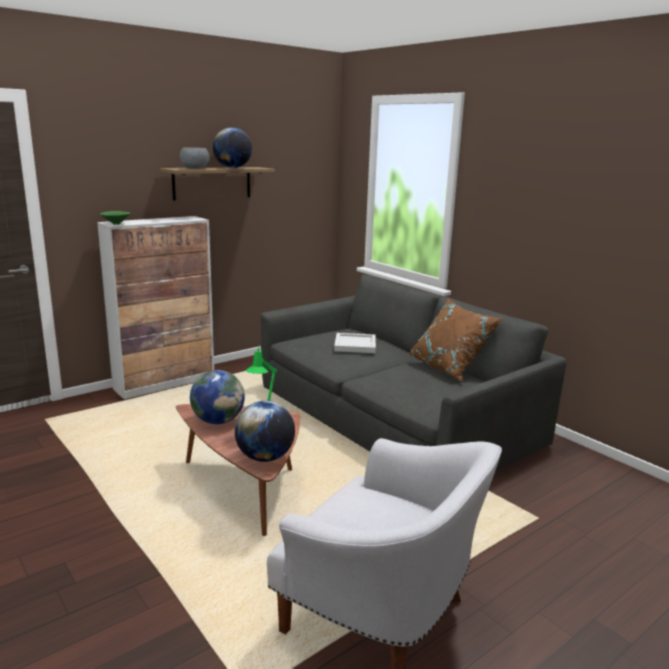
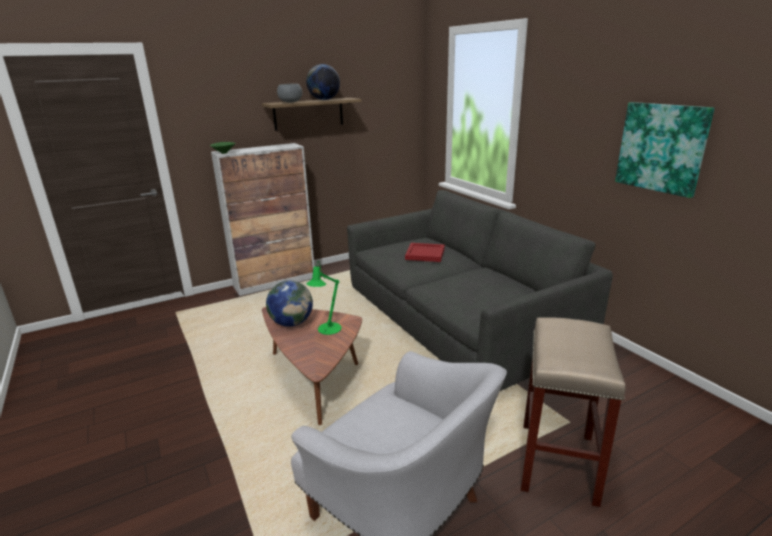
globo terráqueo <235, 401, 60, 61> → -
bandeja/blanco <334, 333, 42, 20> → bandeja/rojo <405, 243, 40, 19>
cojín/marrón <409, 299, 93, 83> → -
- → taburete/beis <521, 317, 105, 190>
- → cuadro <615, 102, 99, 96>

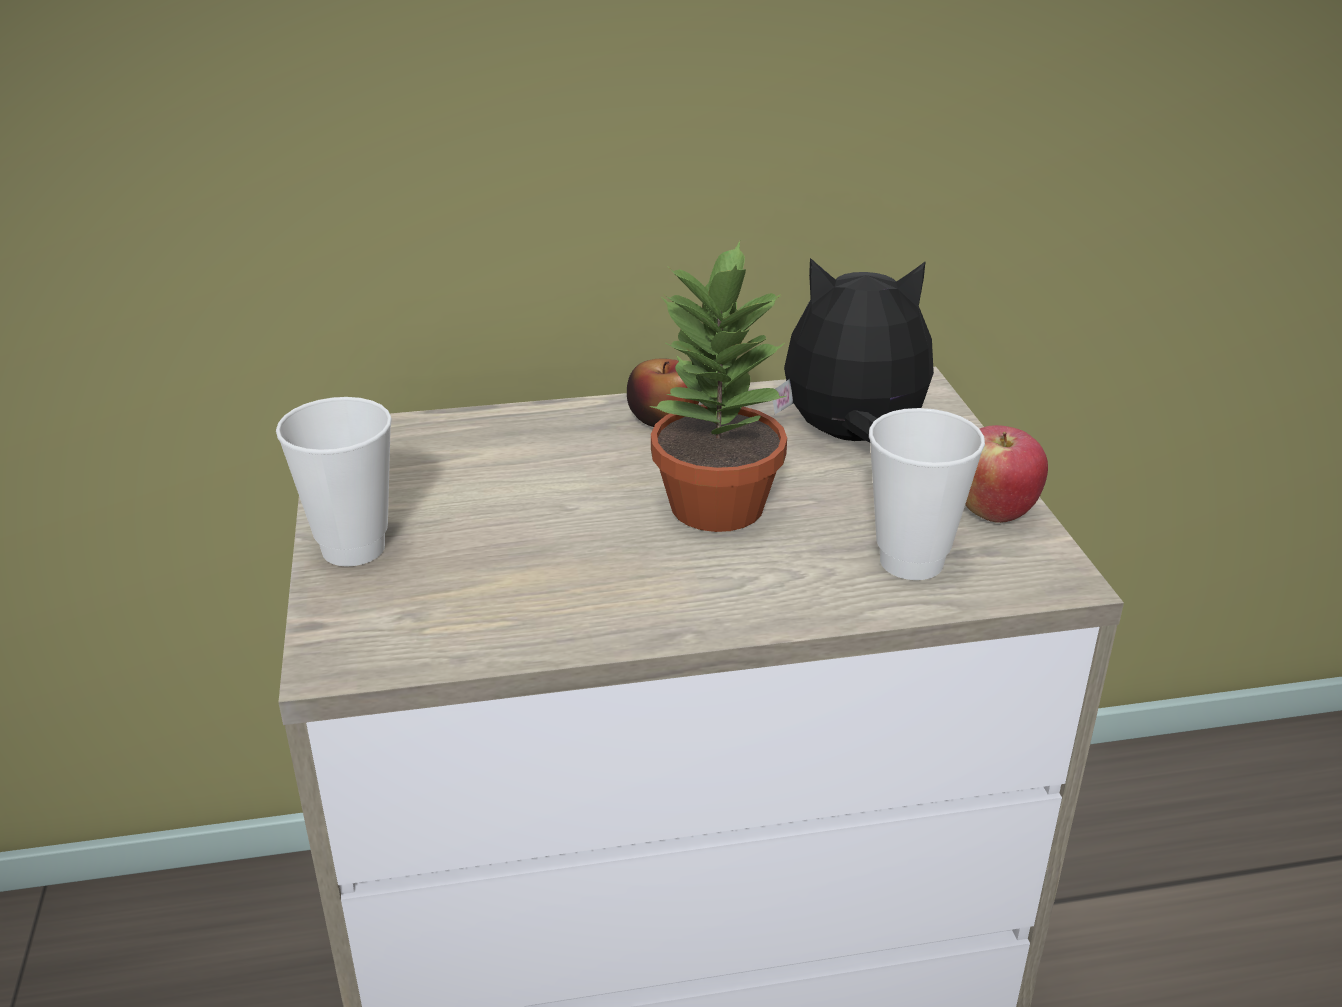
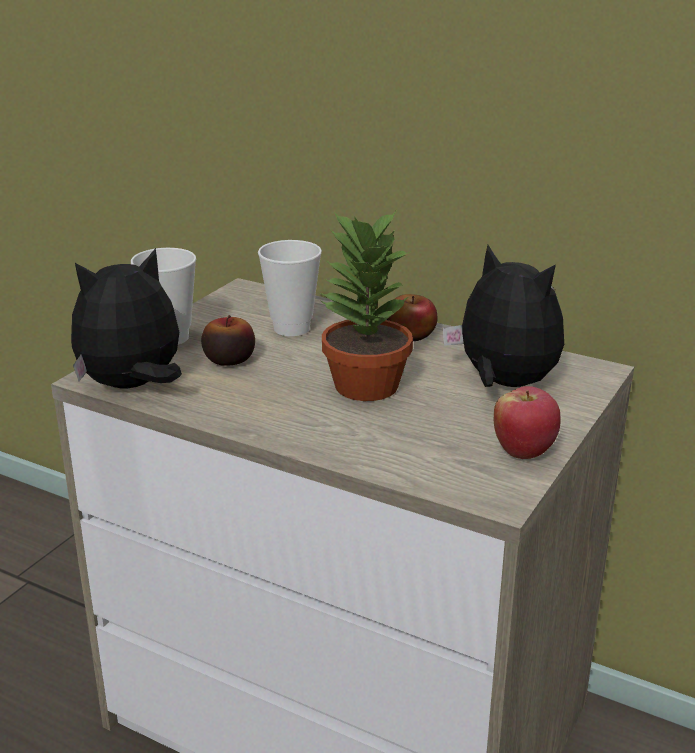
taza <869, 408, 116, 172> → taza <258, 240, 64, 96>, shifted
- → peluche <71, 248, 111, 140>
- → manzana <201, 315, 54, 51>

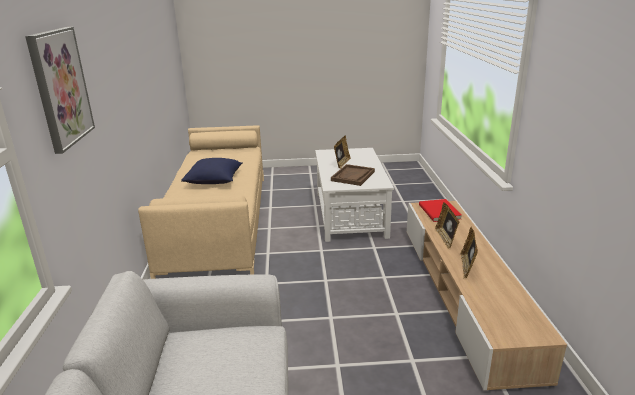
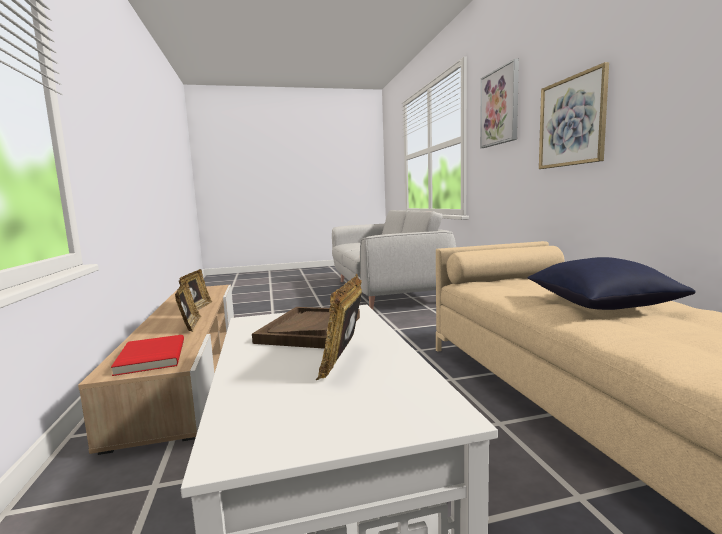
- → cuadro <539, 62, 70, 107>

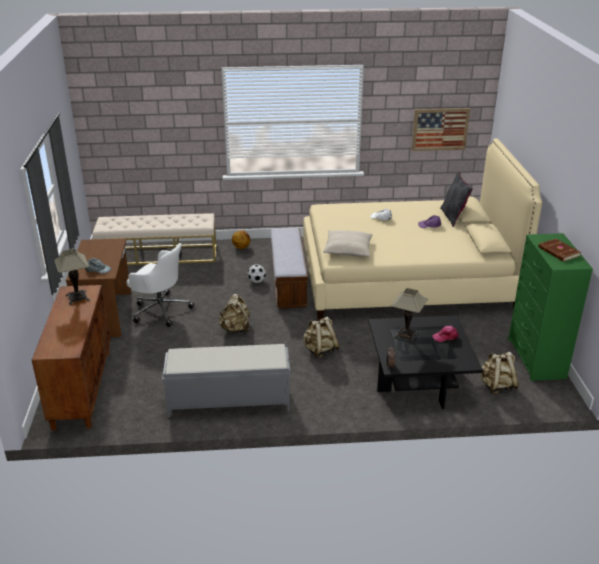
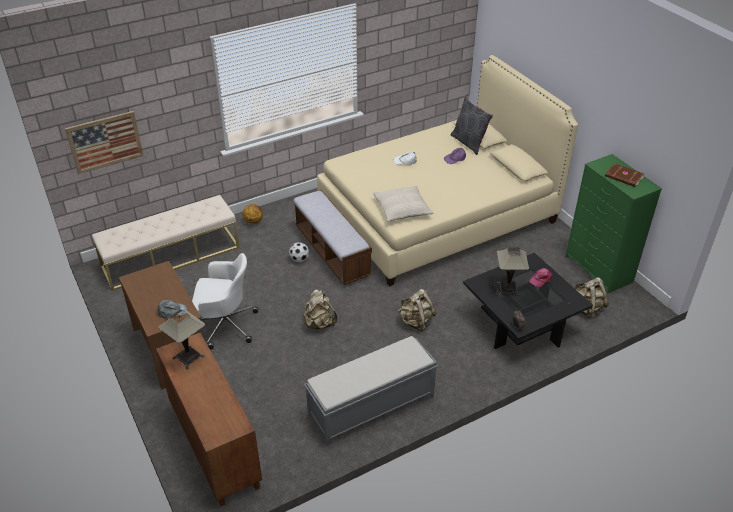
cuadro <412, 108, 58, 43> → cuadro <65, 111, 79, 63>, shifted

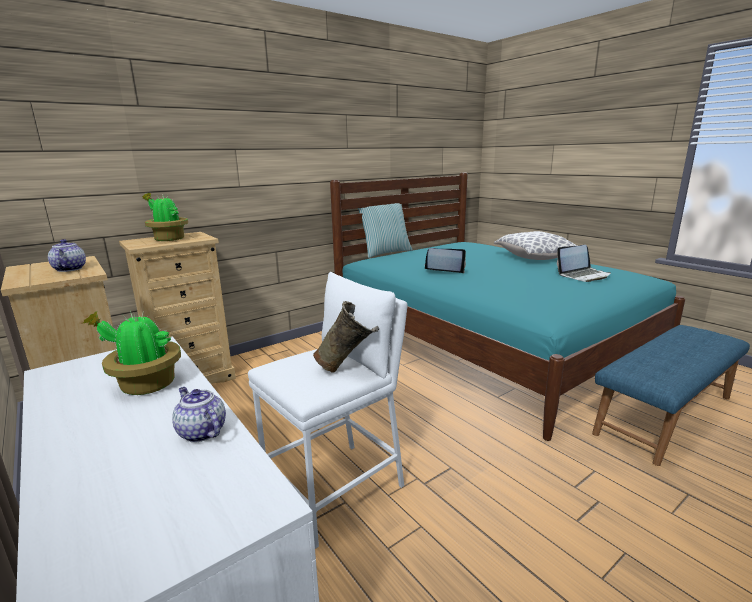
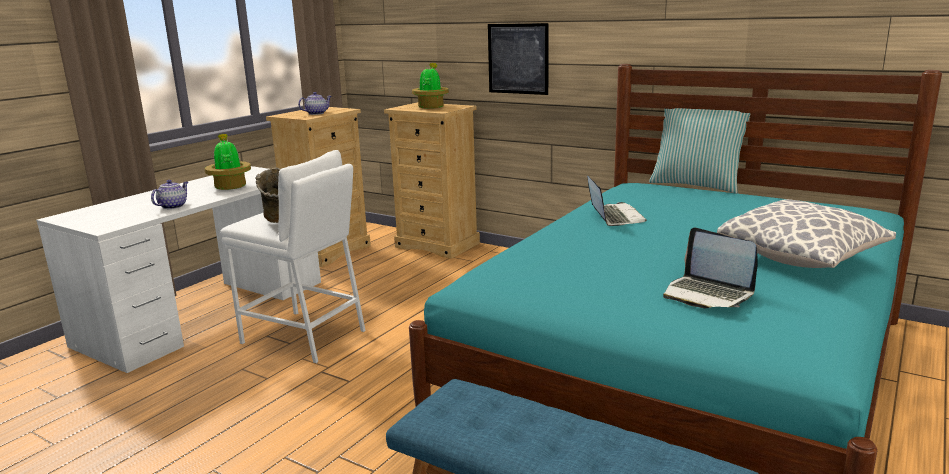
- → cuadro <488, 23, 61, 72>

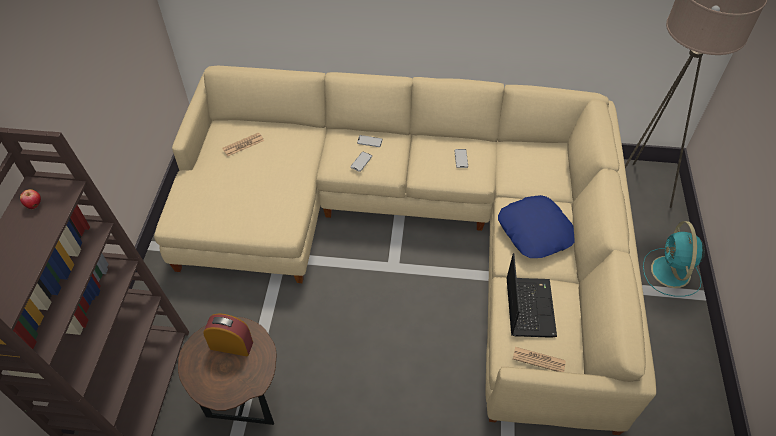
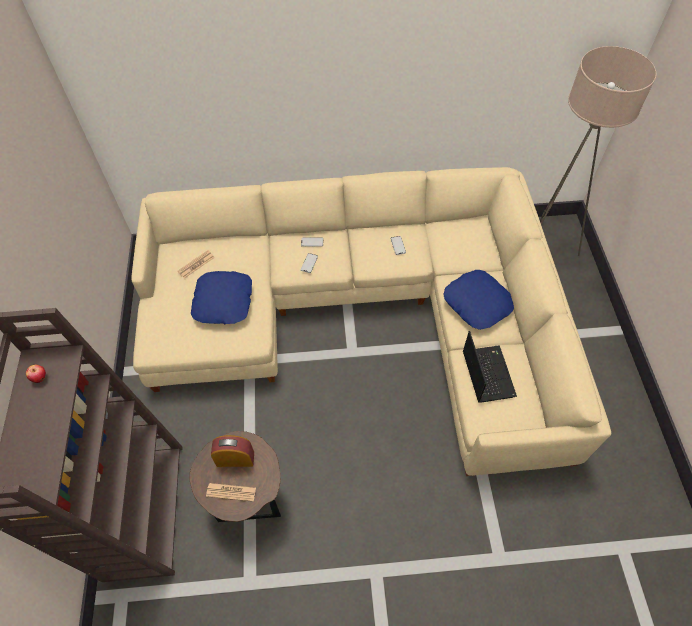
periódico <513, 347, 53, 25> → periódico <206, 483, 50, 19>, shifted
ventilador/turquesa <643, 221, 62, 76> → -
- → cojín/azul <191, 271, 61, 53>

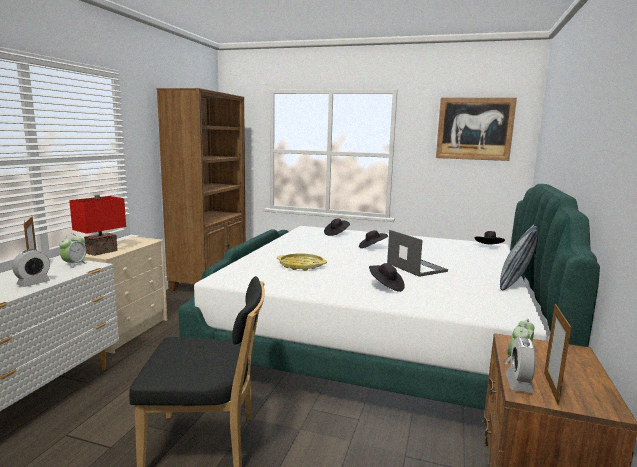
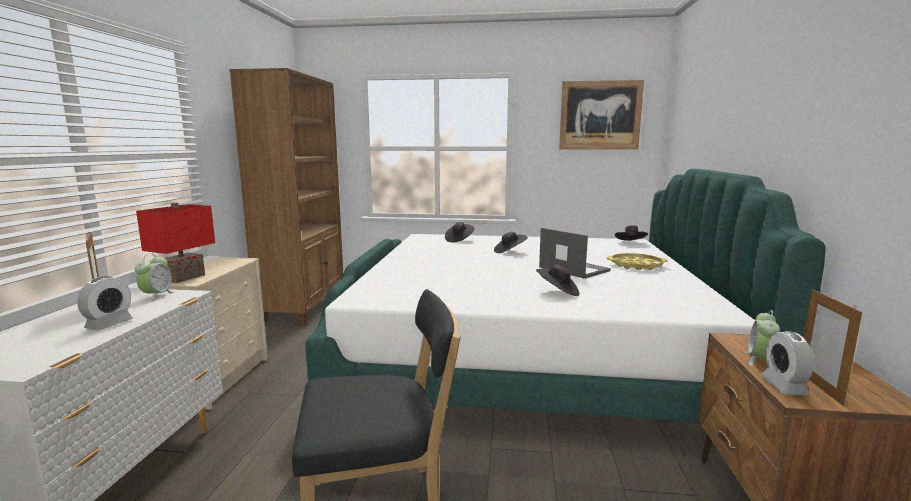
bandeja/amarillo <277, 253, 50, 18> → bandeja/amarillo <607, 253, 61, 17>, shifted
cojín <500, 225, 38, 65> → -

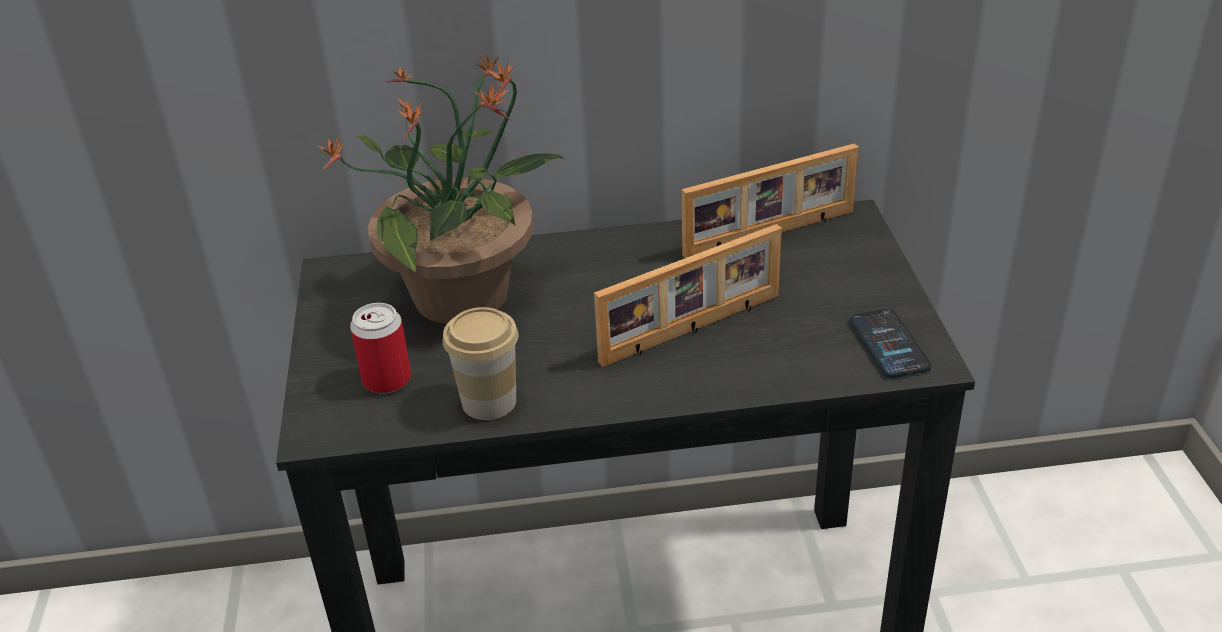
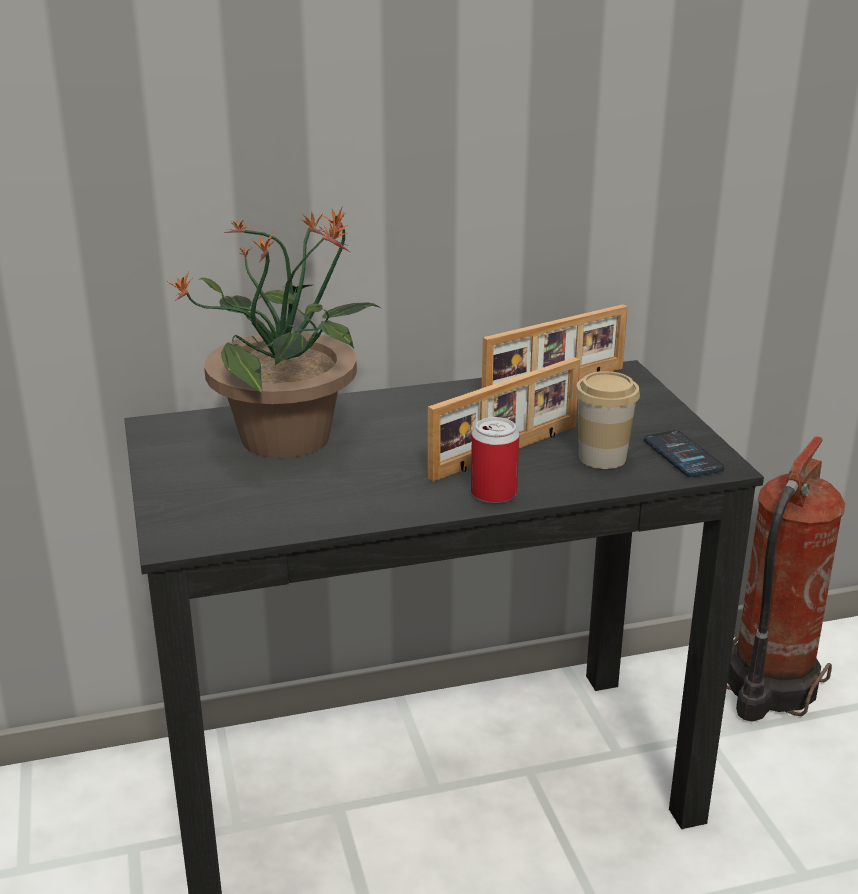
lata <350, 303, 61, 90> → lata <471, 417, 48, 86>, shifted
taza <443, 307, 76, 113> → taza <575, 371, 65, 98>, shifted
- → extintor <727, 436, 118, 286>

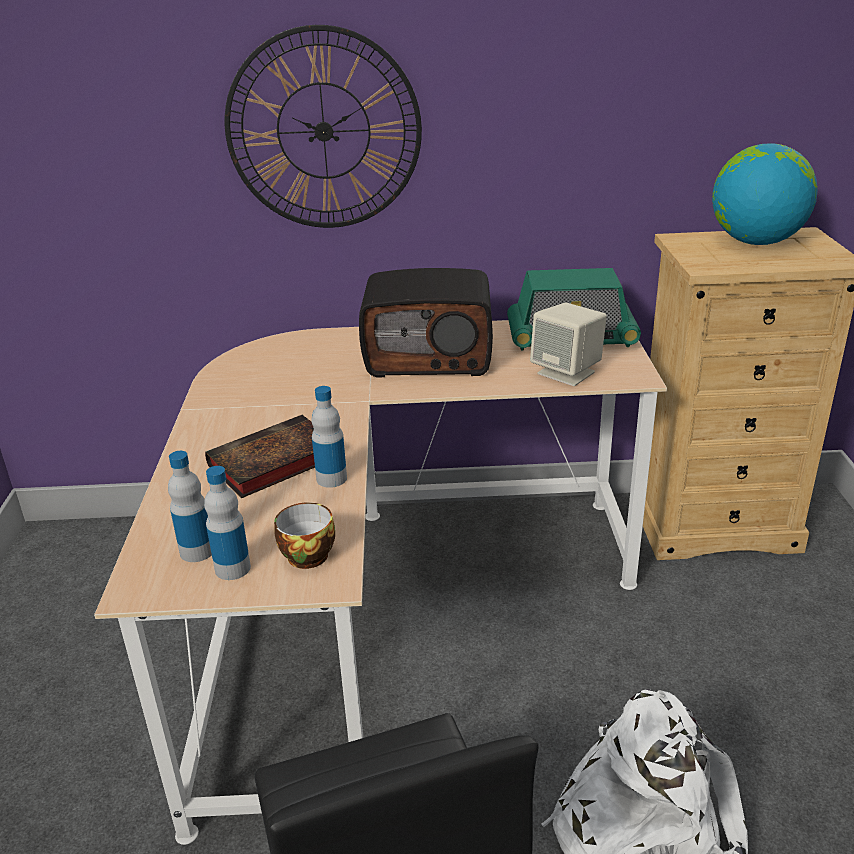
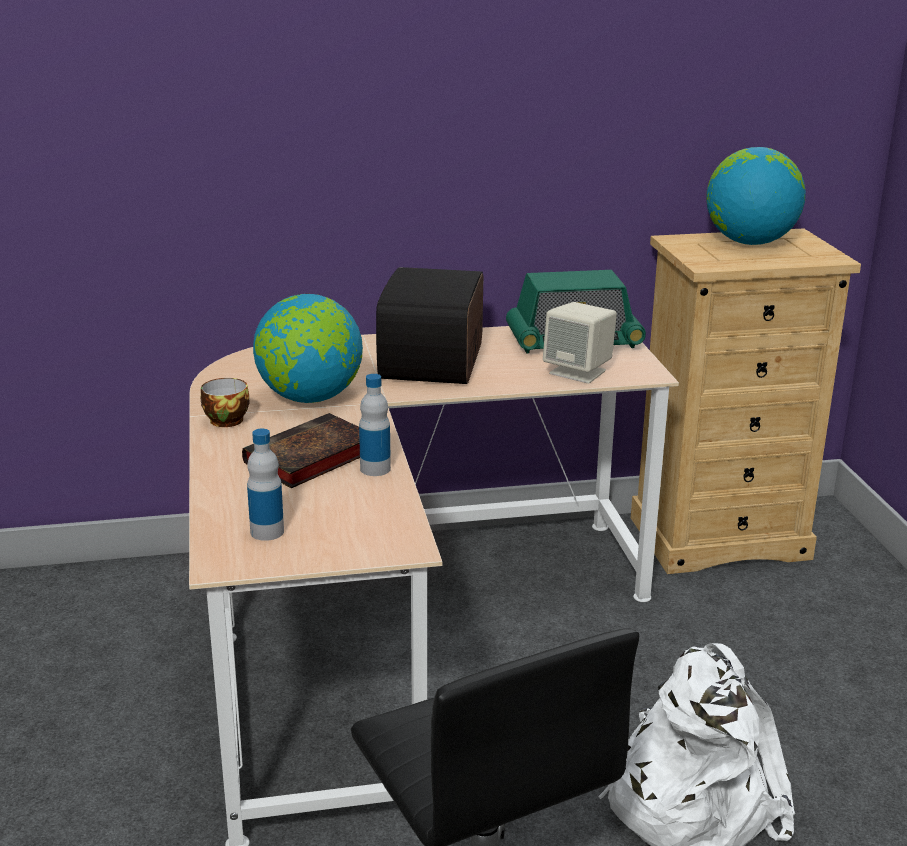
botella <204, 466, 47, 114> → -
reloj de pared <225, 25, 197, 203> → -
taza <274, 502, 61, 67> → taza <201, 378, 48, 49>, shifted
radio <359, 268, 134, 109> → radio <376, 267, 108, 117>, 105 degrees clockwise
- → globo terráqueo <253, 294, 110, 109>

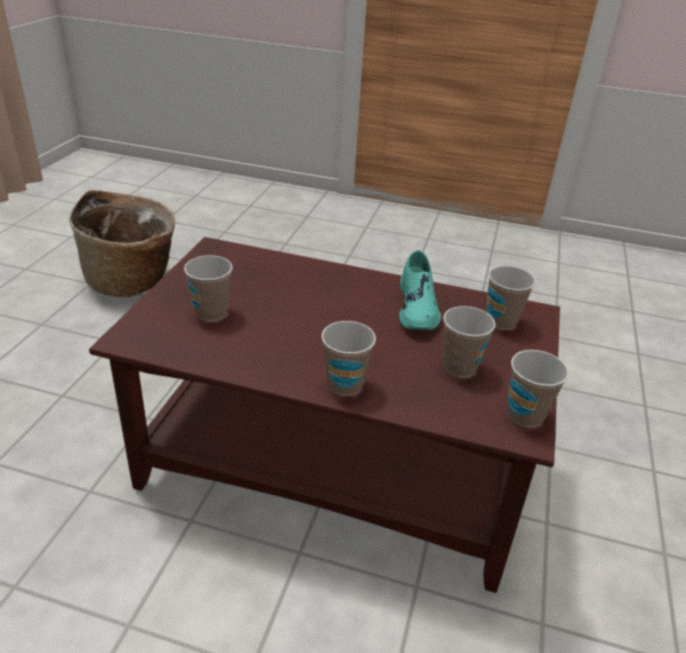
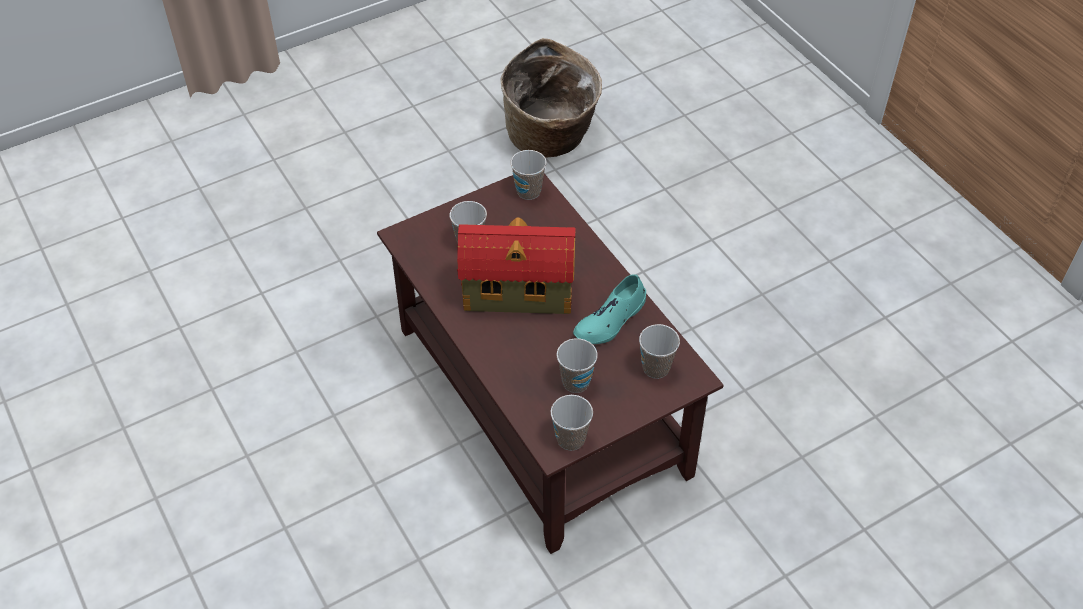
taza <321, 321, 55, 75> → taza <511, 150, 35, 50>, shifted
- → casita <457, 218, 118, 96>

